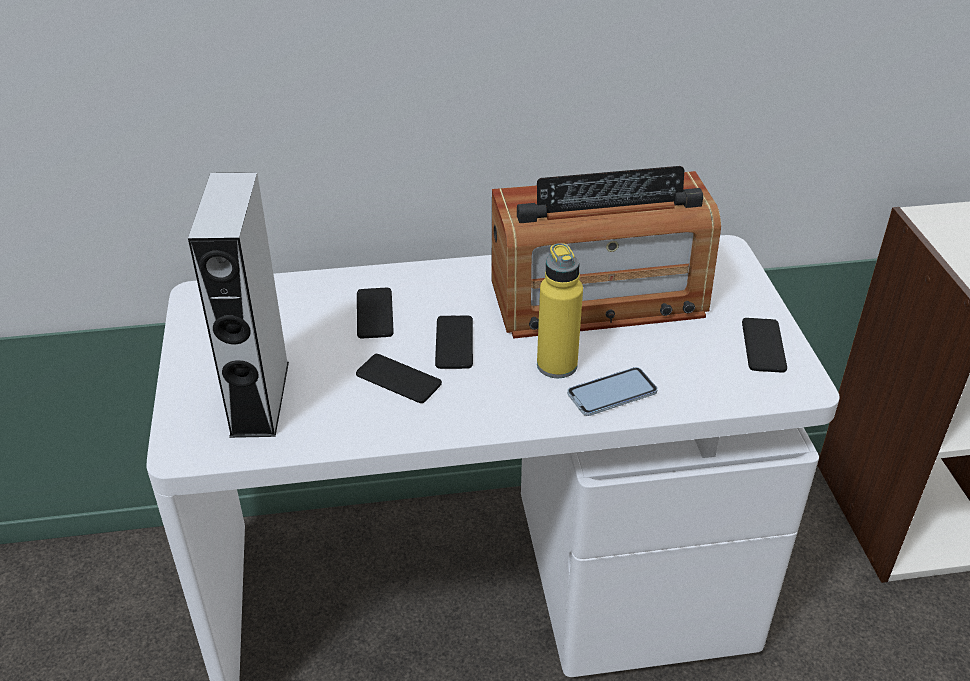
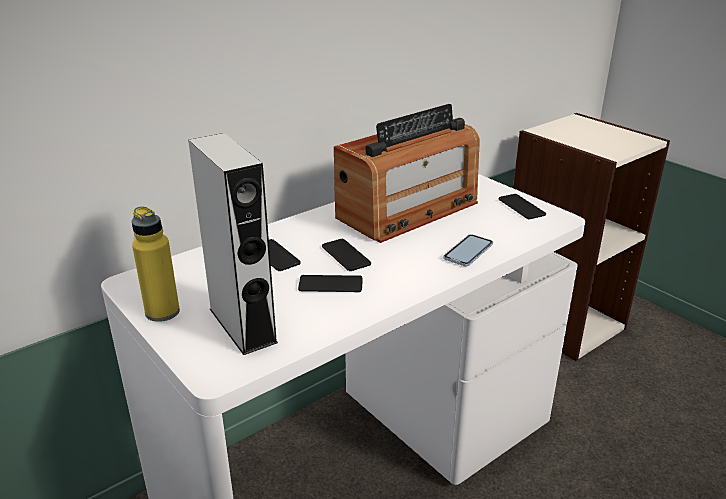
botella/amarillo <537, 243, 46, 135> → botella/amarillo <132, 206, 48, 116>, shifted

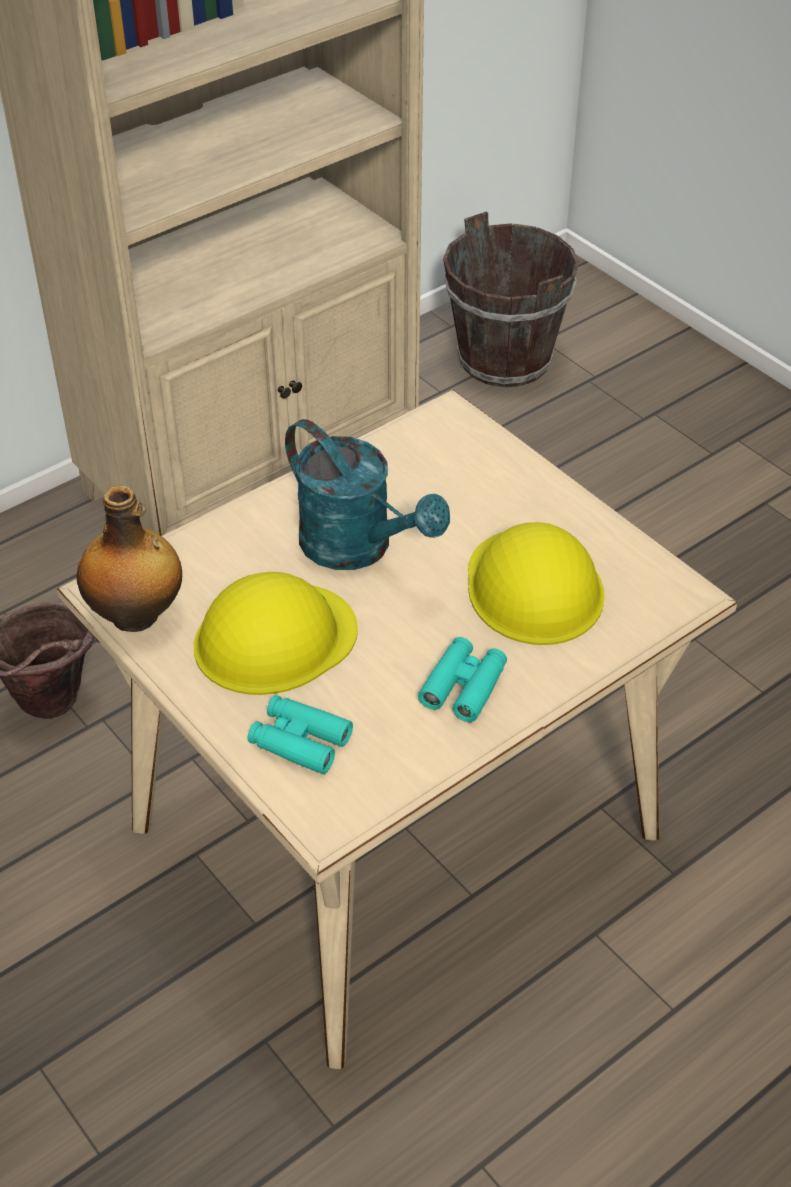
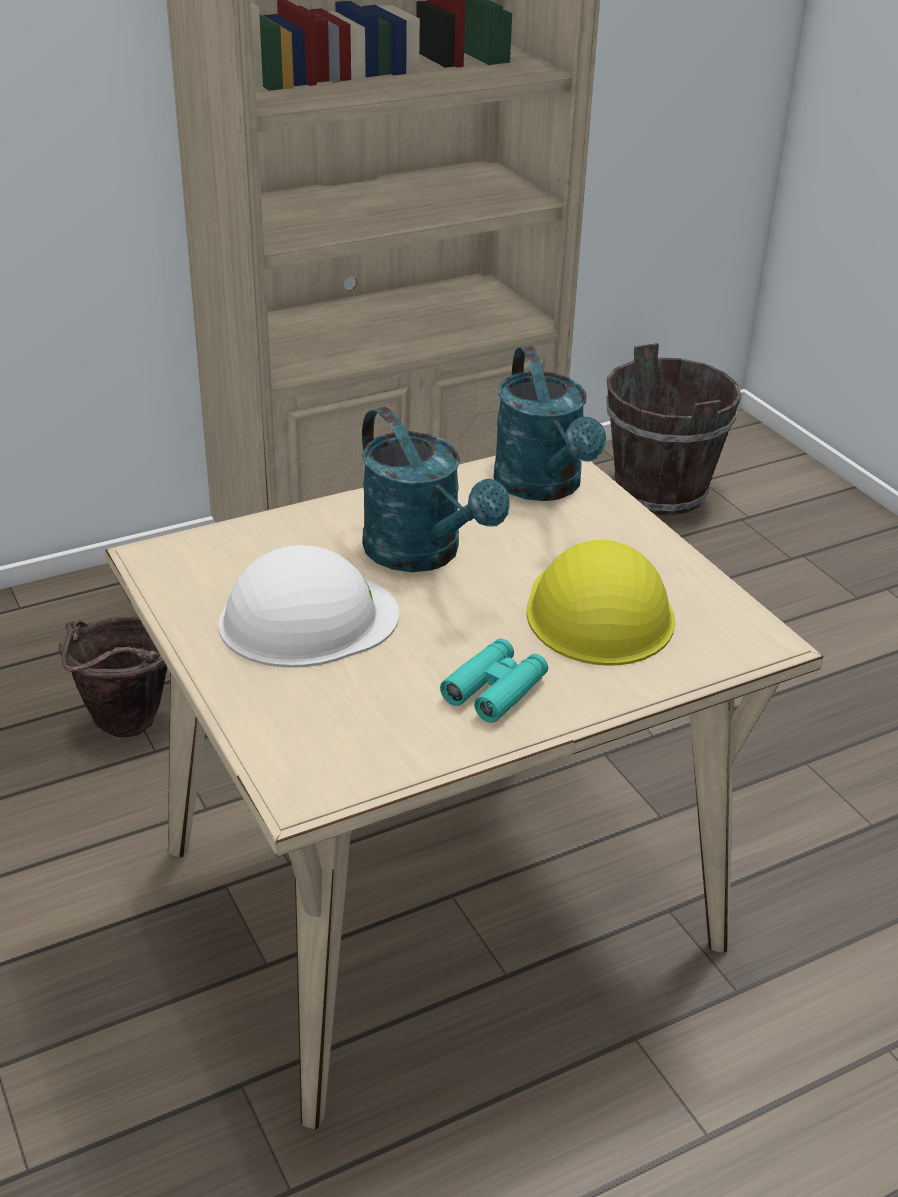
botella <76, 485, 106, 147> → -
casco/amarillo <194, 572, 164, 123> → casco/blanco <219, 545, 180, 123>
prismáticos/turquesa <248, 695, 105, 79> → -
- → regadera/turquesa <493, 346, 113, 155>

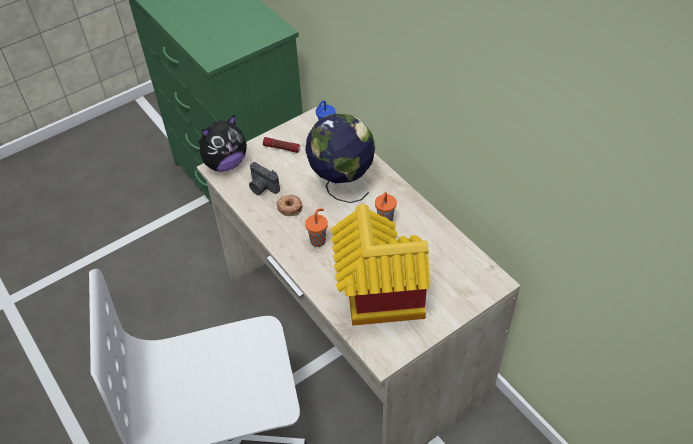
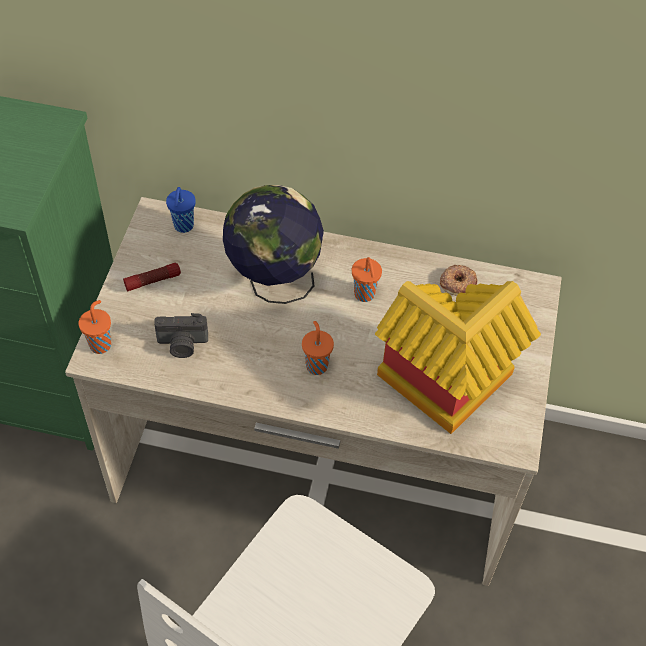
peluche <199, 115, 48, 57> → taza/naranja <78, 300, 33, 54>
rosquilla <277, 195, 25, 21> → rosquilla <440, 265, 37, 31>, shifted

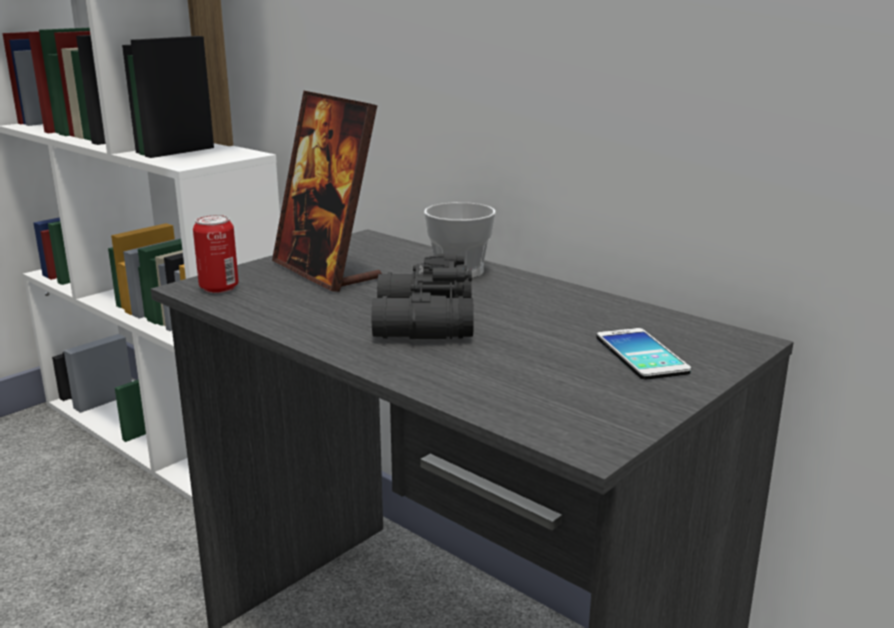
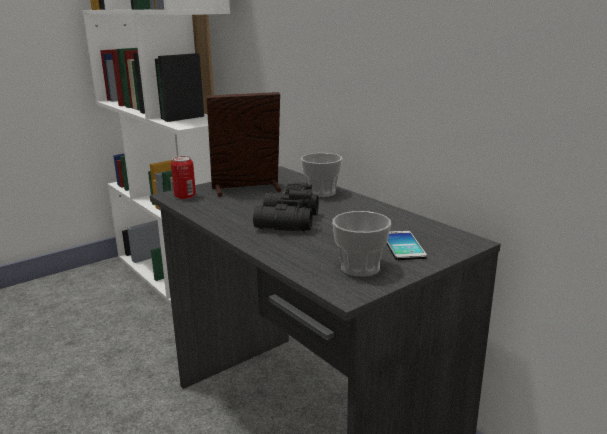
portarretratos <272, 91, 110, 201> → portarretratos <207, 92, 74, 105>, 105 degrees clockwise
- → taza <332, 211, 59, 66>

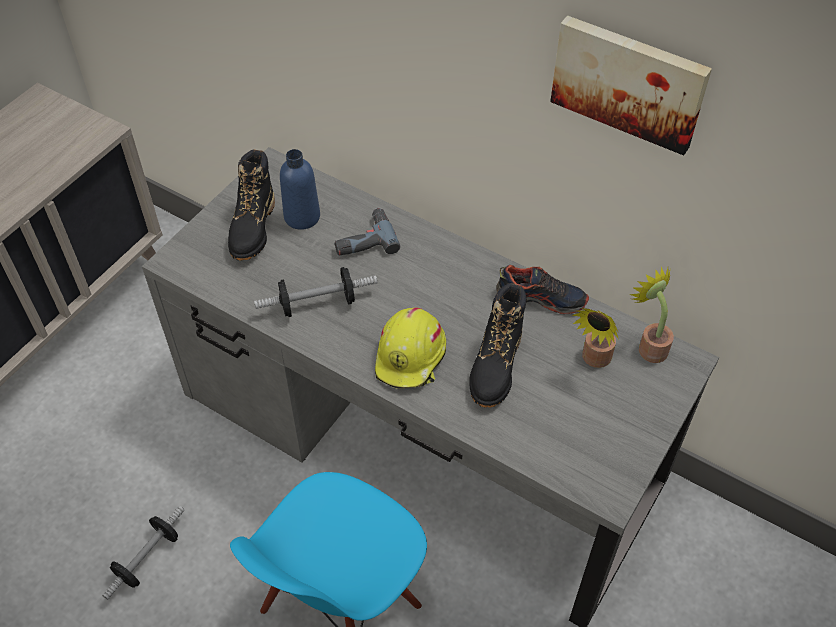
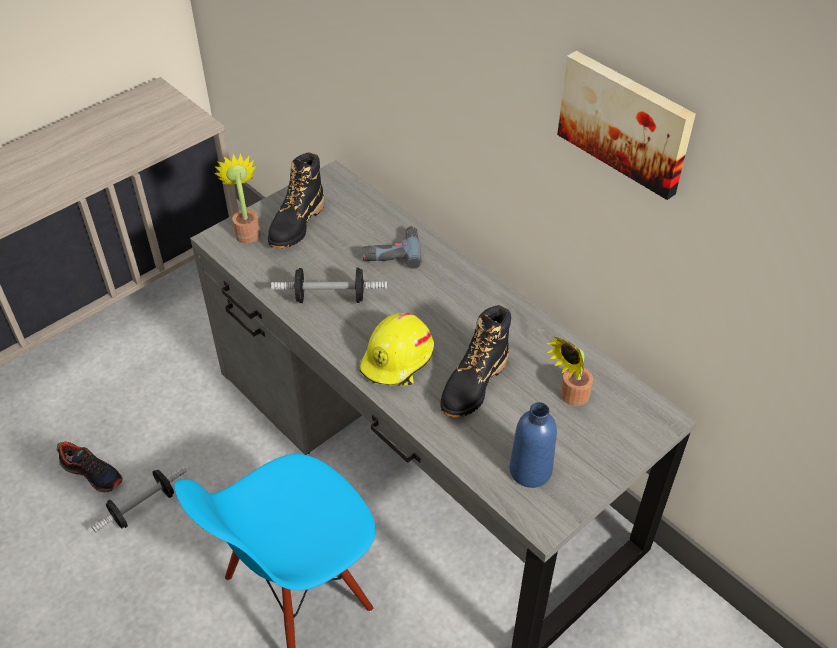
botella/azul <280, 149, 40, 81> → botella/azul <509, 402, 48, 86>, shifted
zapato <496, 265, 93, 49> → zapato <56, 442, 67, 50>, shifted
planta en maceta <630, 267, 44, 96> → planta en maceta <214, 153, 46, 90>, shifted

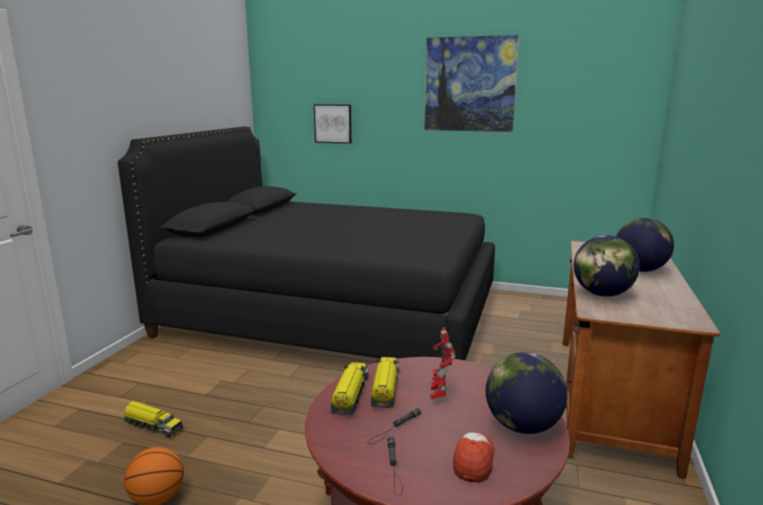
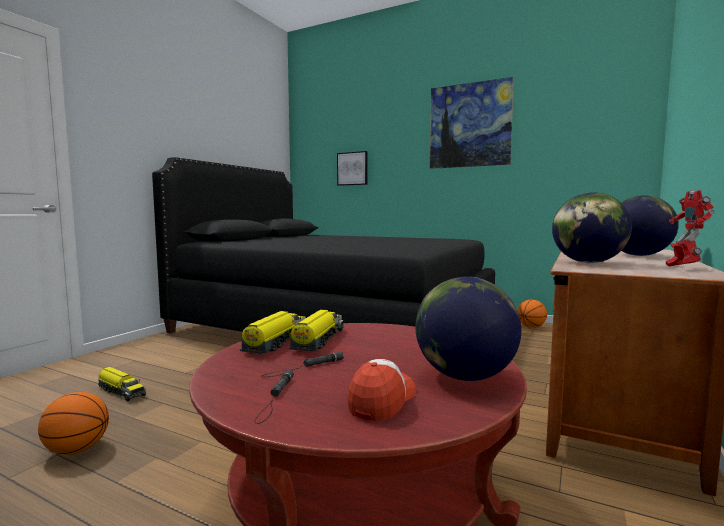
robot de juguete <430, 327, 25, 72> → robot de juguete <665, 190, 50, 77>, shifted
- → balón de baloncesto <517, 299, 30, 29>

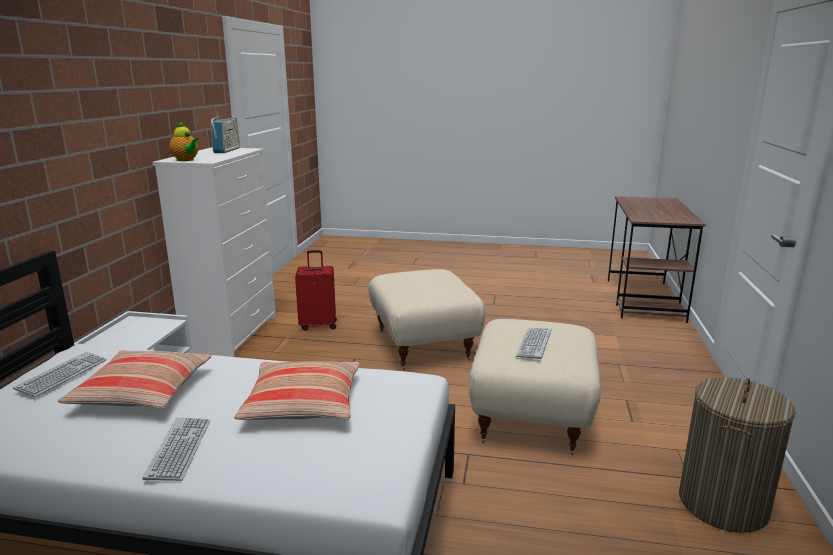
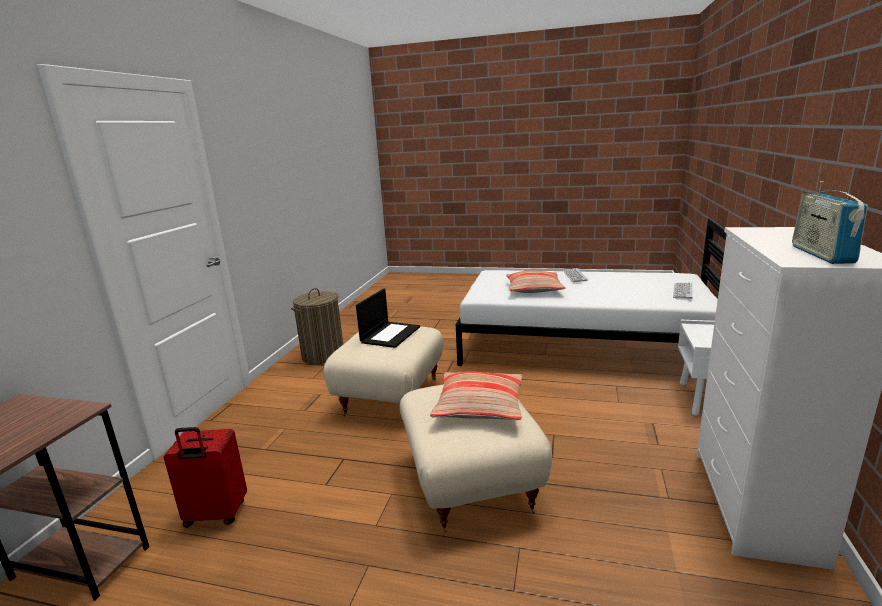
cojín <58, 351, 154, 58> → cojín <430, 372, 93, 48>, shifted
tetera <169, 121, 30, 40> → -
maleta/rojo <295, 250, 42, 81> → maleta/rojo <164, 427, 83, 101>, shifted
teclado <516, 328, 35, 31> → portátil <356, 288, 64, 60>

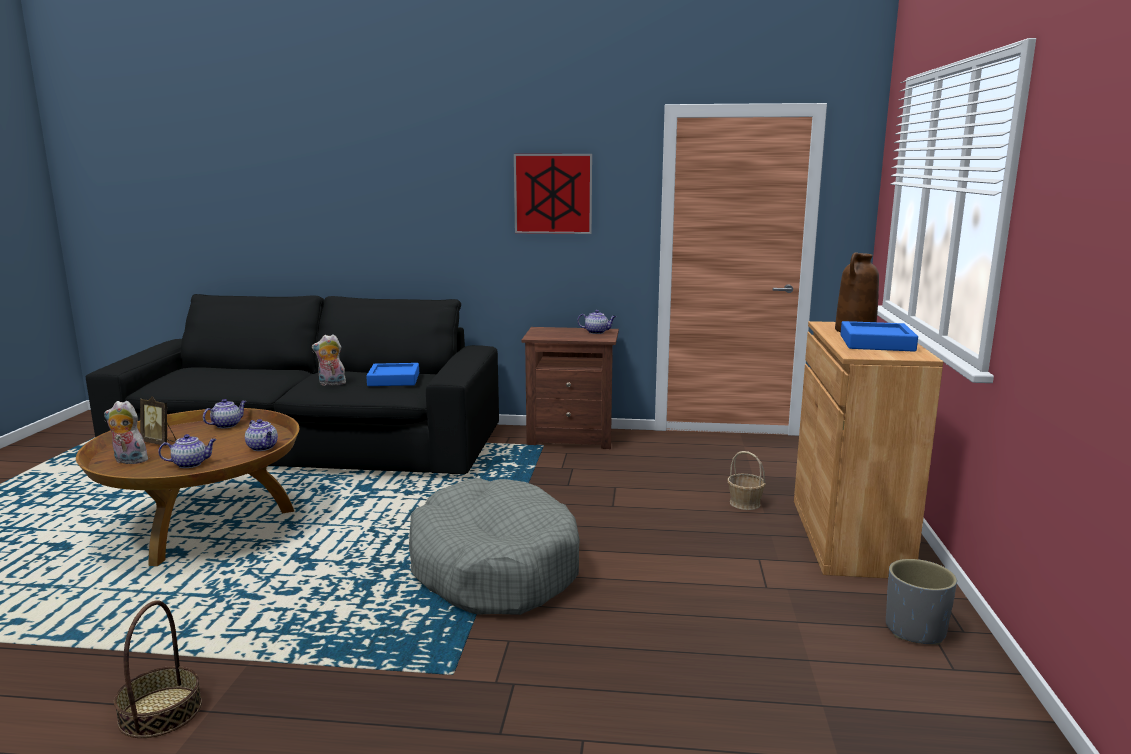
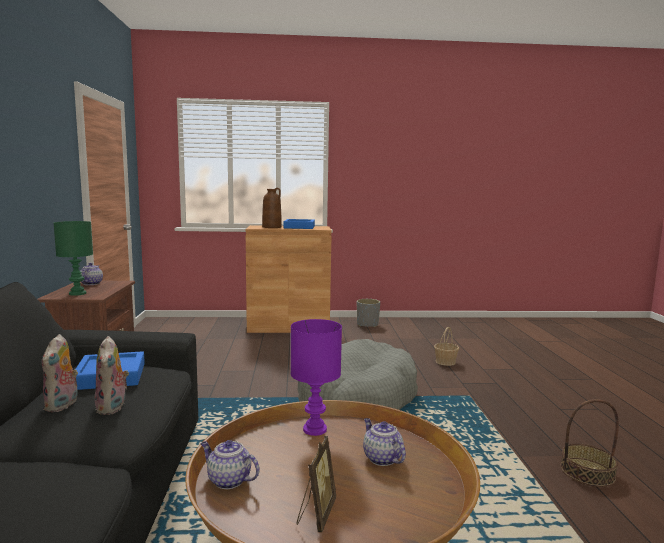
peluche <104, 401, 44, 63> → peluche <42, 334, 36, 78>, shifted
tetera <245, 419, 33, 32> → lámpara de mesa/morado <291, 319, 51, 117>
cuadro <514, 154, 78, 80> → -
cesta <727, 451, 39, 59> → cesta <434, 327, 25, 39>, shifted
- → lámpara de mesa/verde <54, 221, 39, 75>

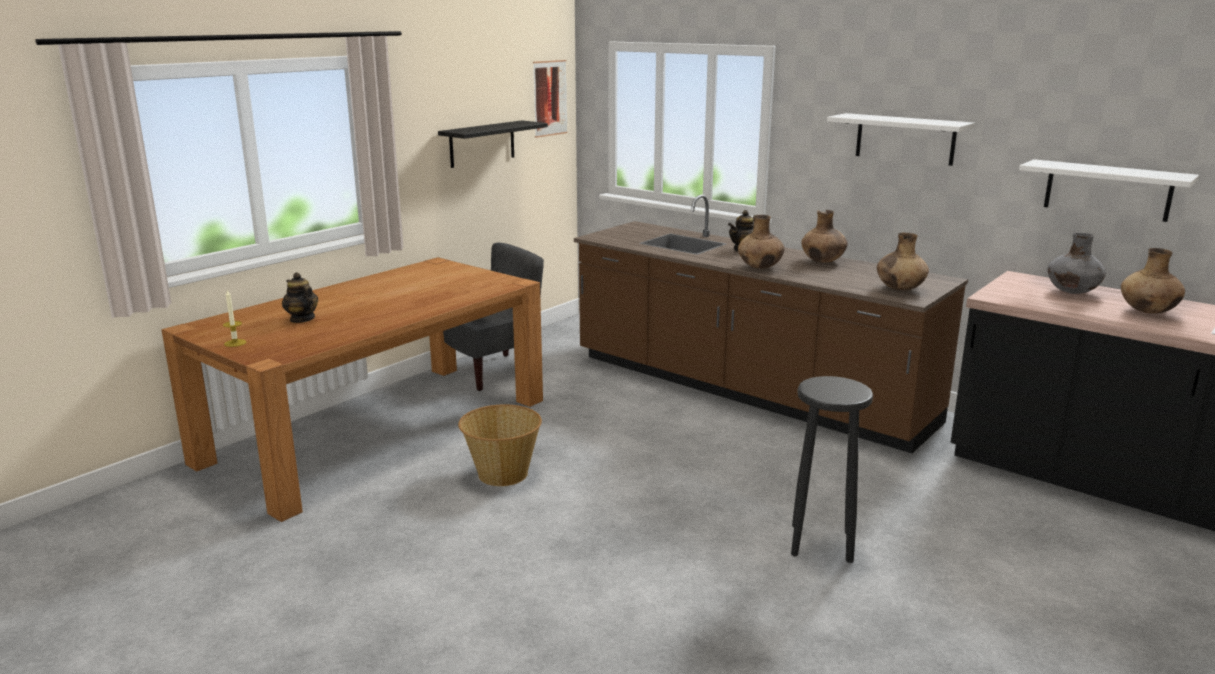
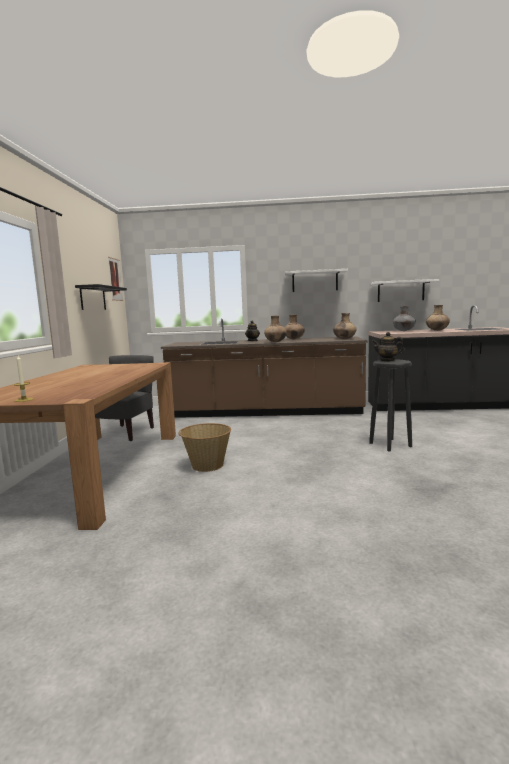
tetera <282, 272, 36, 51> → tetera <372, 332, 33, 30>, shifted

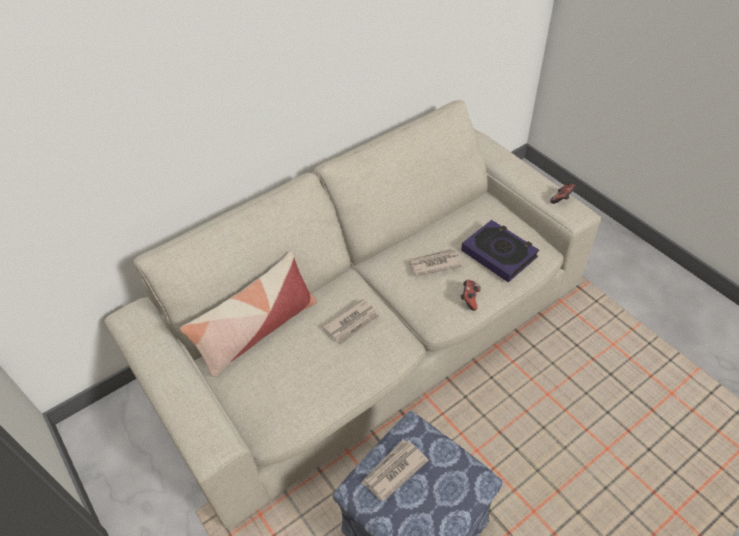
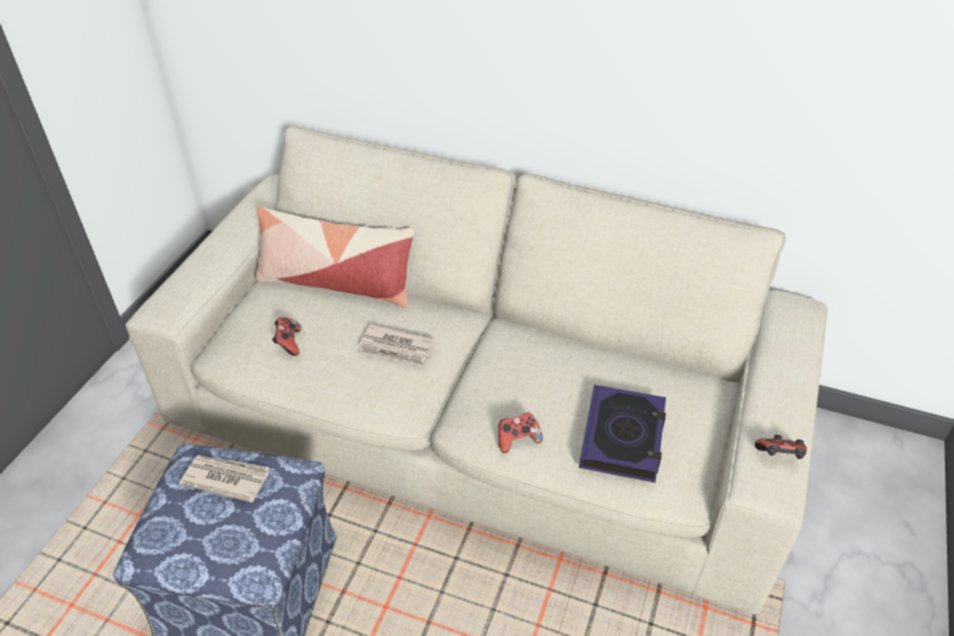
periódico <407, 248, 56, 28> → -
- → mando de consola <272, 317, 30, 39>

